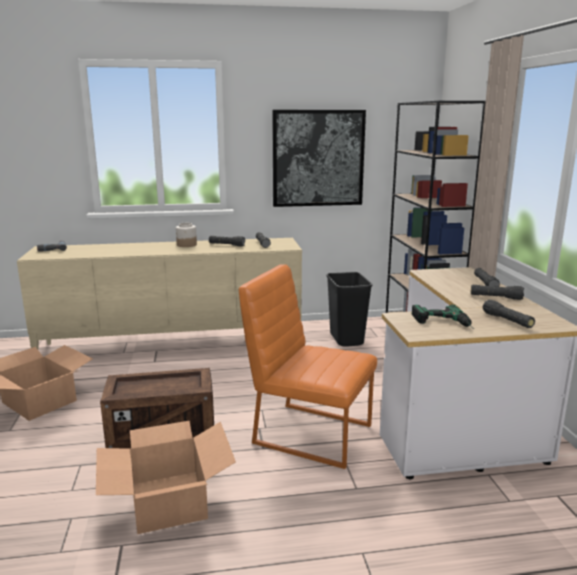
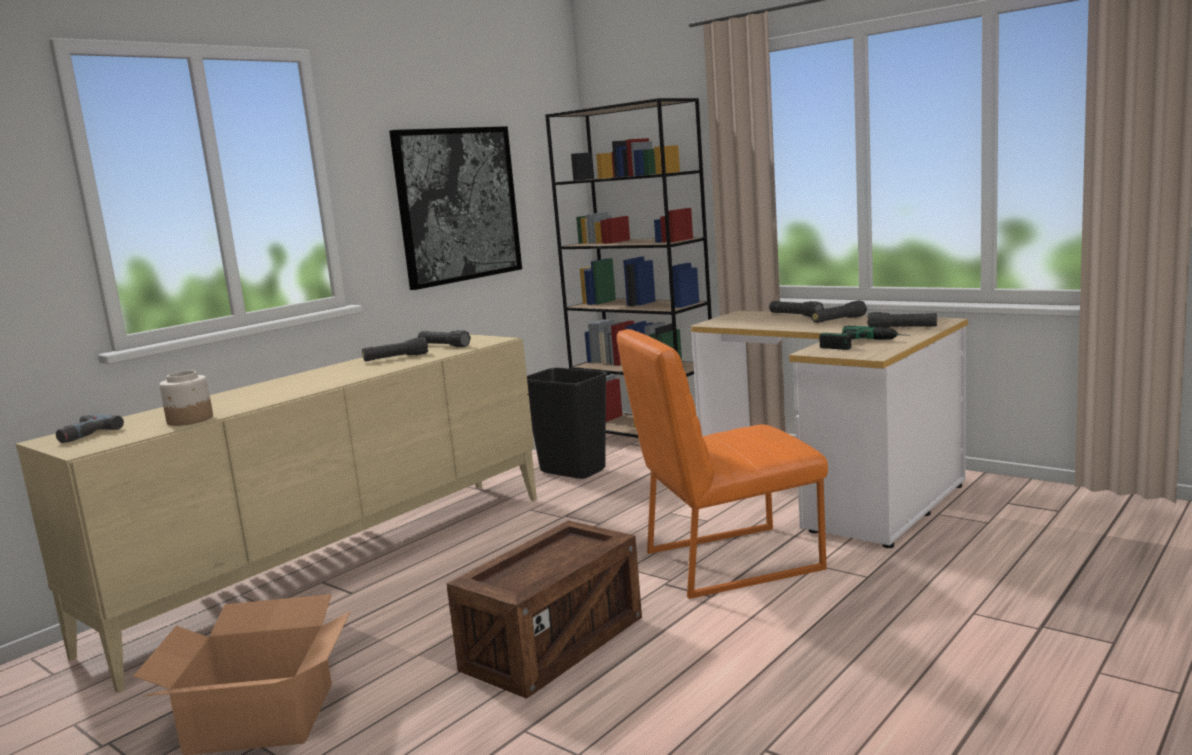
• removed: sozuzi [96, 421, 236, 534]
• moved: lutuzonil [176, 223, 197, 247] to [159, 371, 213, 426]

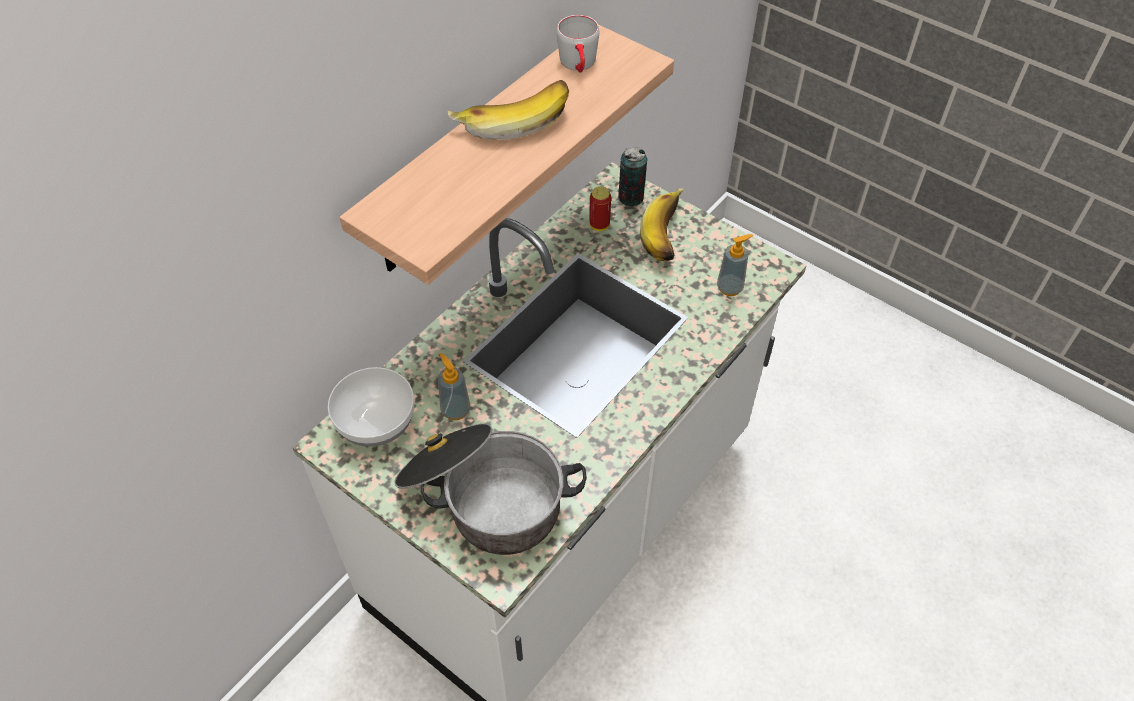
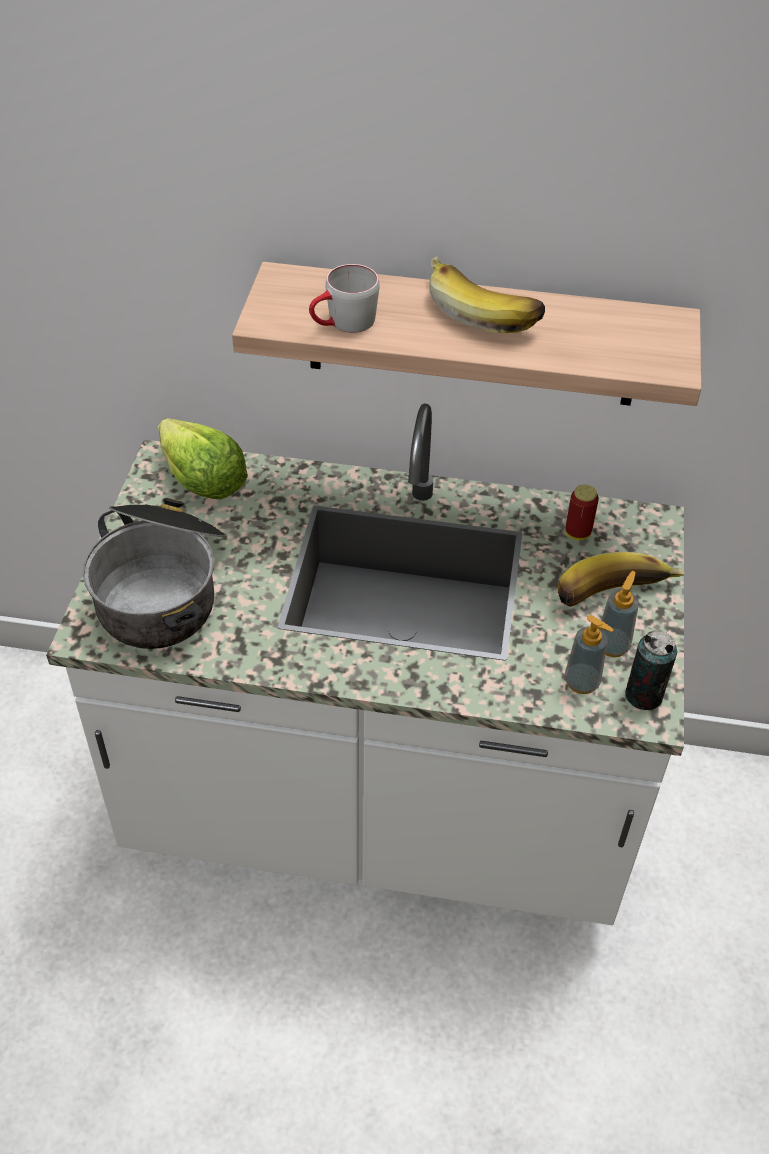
• replaced: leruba [328, 367, 414, 447] to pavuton [158, 418, 248, 499]
• moved: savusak [438, 353, 470, 420] to [601, 571, 639, 657]
• moved: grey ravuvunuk [557, 15, 599, 73] to [309, 264, 380, 333]
• moved: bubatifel [618, 147, 647, 206] to [625, 630, 677, 710]

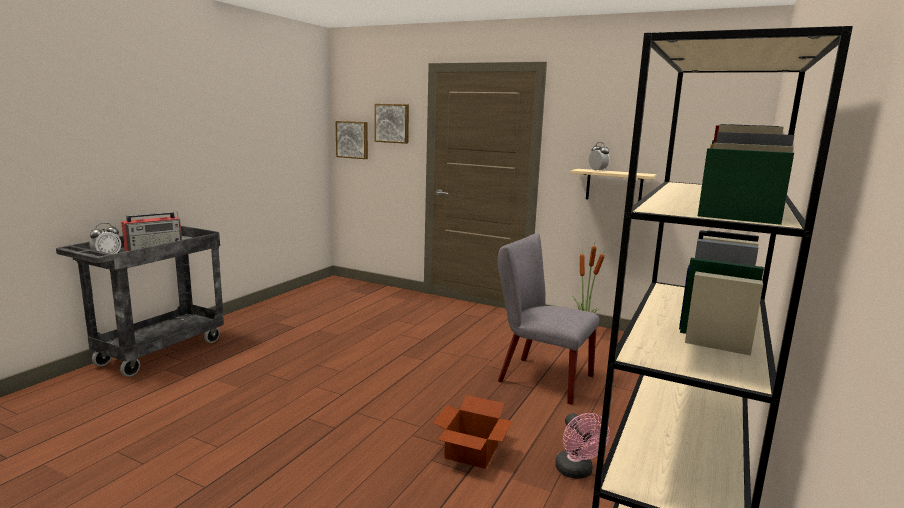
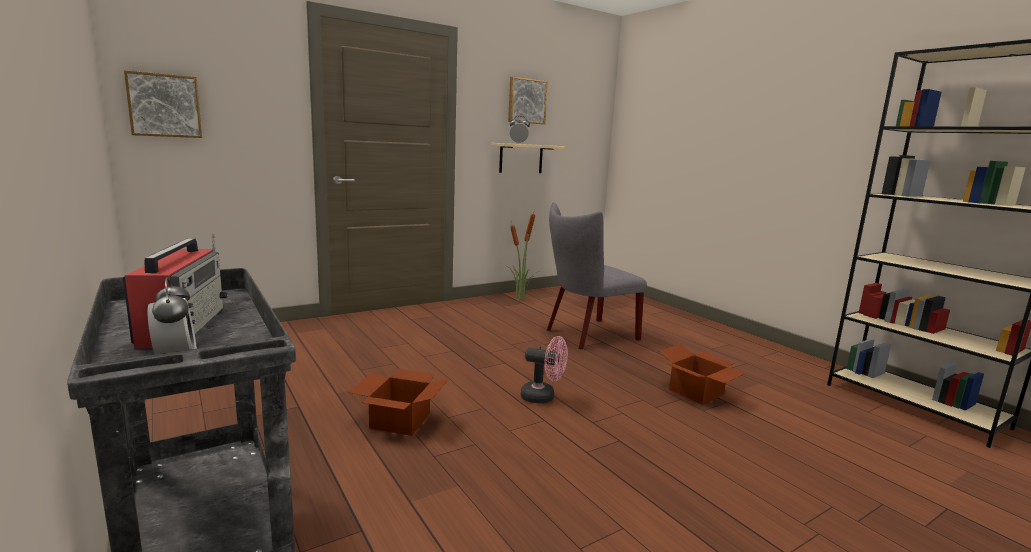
• moved: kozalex [374, 104, 409, 144] to [508, 77, 548, 124]
• moved: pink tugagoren [555, 413, 610, 479] to [521, 336, 568, 404]
• added: sozuzi [348, 369, 449, 436]

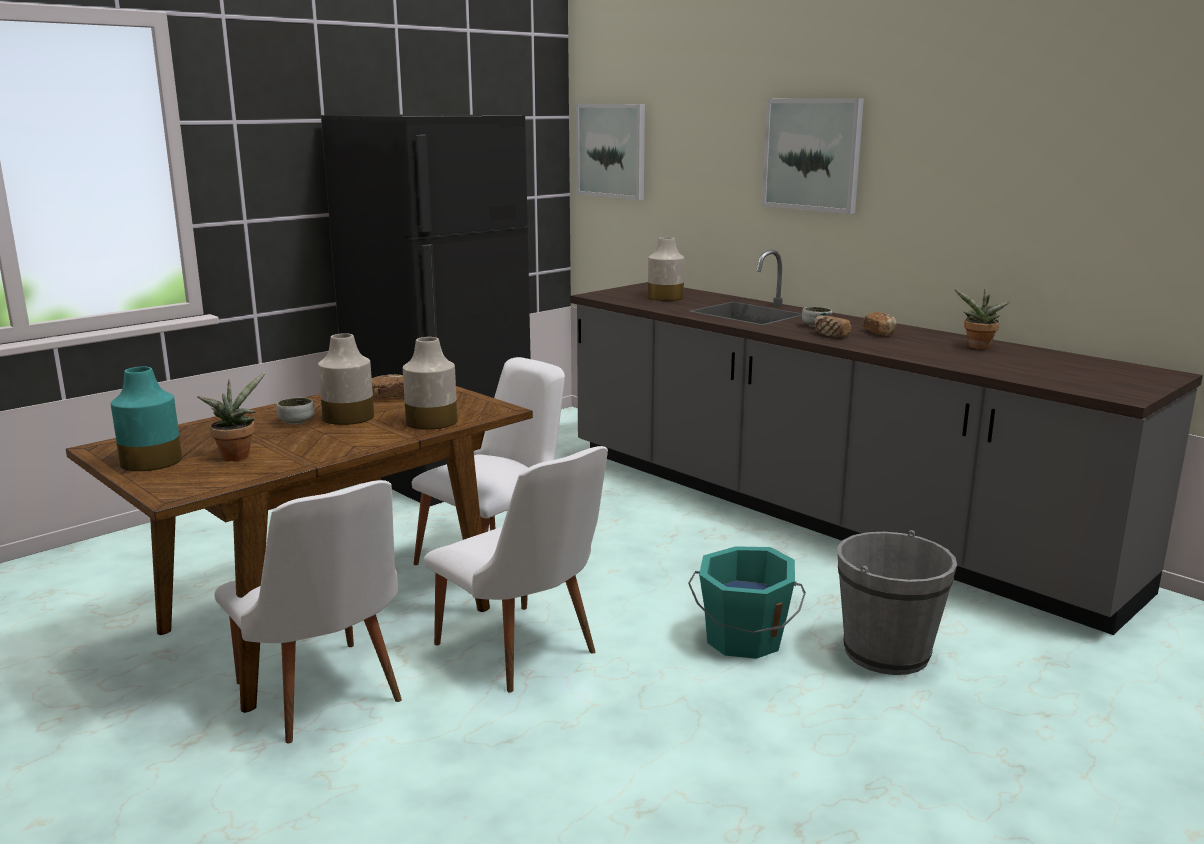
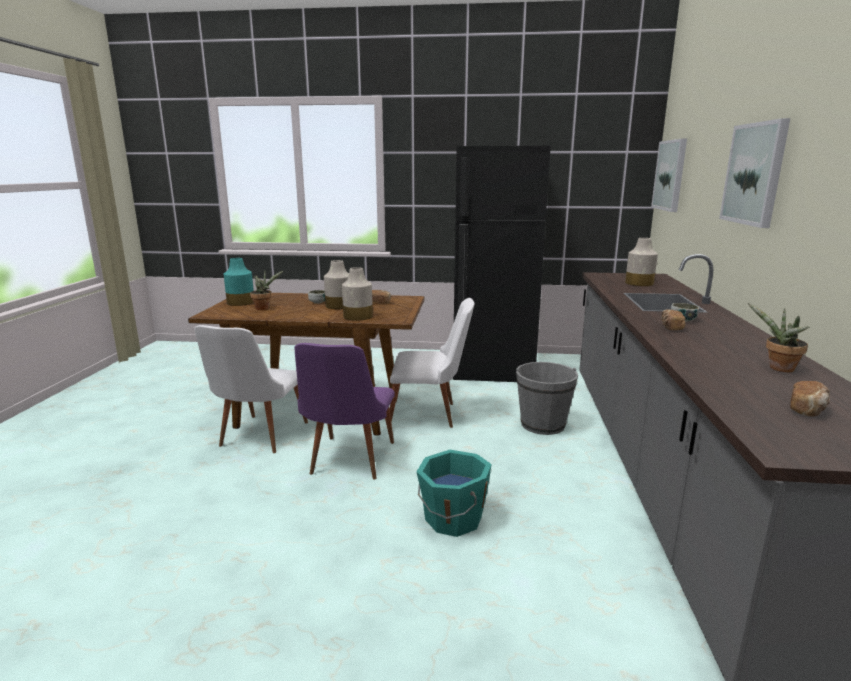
• recoloured: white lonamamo [424, 446, 608, 693] to purple lonamamo [294, 343, 395, 480]
• moved: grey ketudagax [837, 530, 957, 675] to [516, 362, 578, 435]
• moved: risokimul [863, 312, 896, 336] to [790, 381, 830, 417]

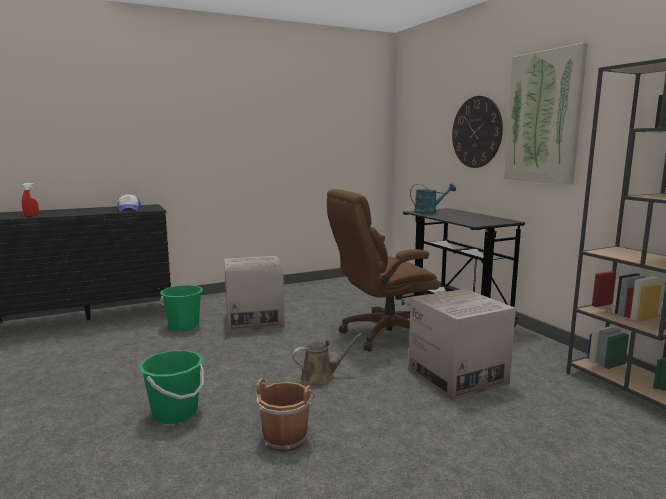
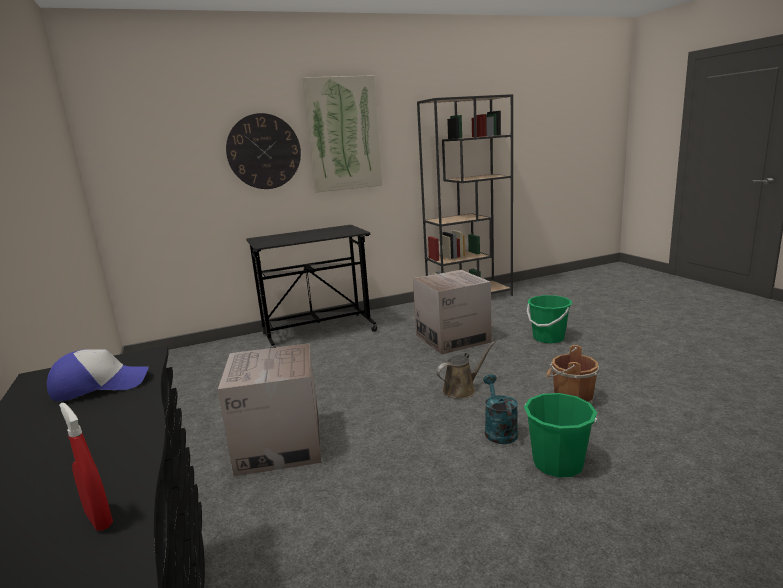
• moved: green ketudagax [160, 285, 203, 332] to [527, 295, 572, 343]
• turned: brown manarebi [292, 333, 362, 386] = [436, 342, 495, 398] 75 degrees clockwise
• removed: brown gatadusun [327, 189, 439, 352]
• moved: turquoise manarebi [410, 183, 456, 214] to [483, 374, 518, 444]

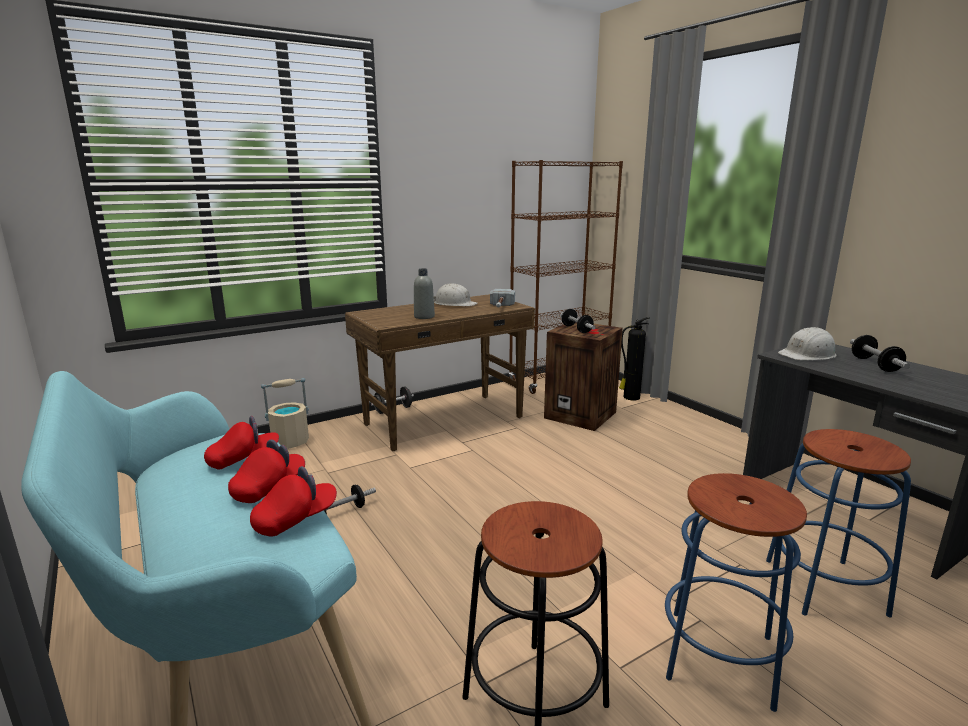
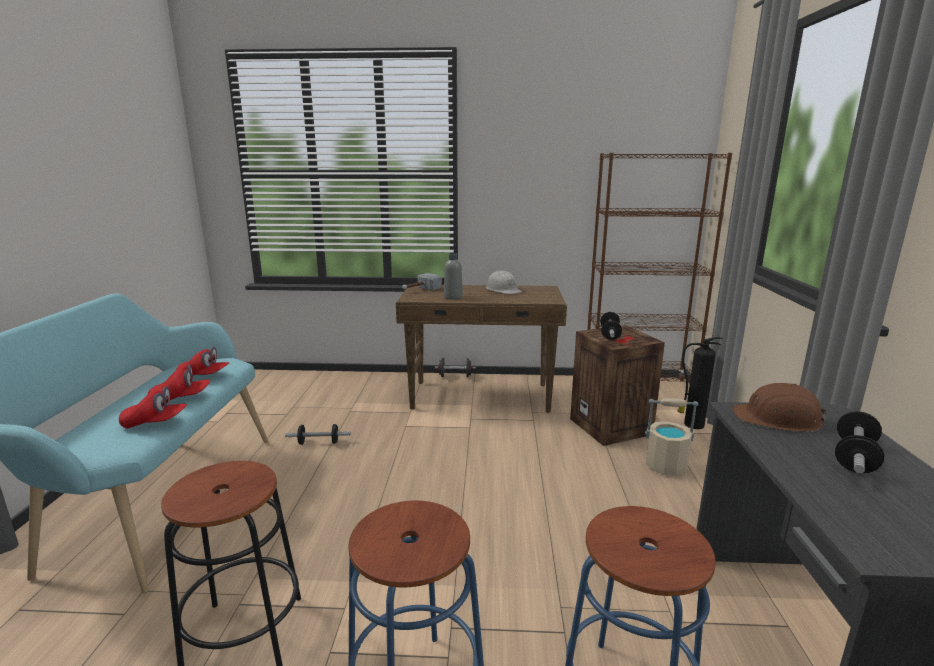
• moved: beige ketudagax [261, 378, 309, 449] to [645, 398, 698, 475]
• moved: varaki [490, 289, 515, 307] to [402, 273, 442, 290]
• recoloured: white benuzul [778, 327, 837, 360] to brown benuzul [732, 383, 827, 432]

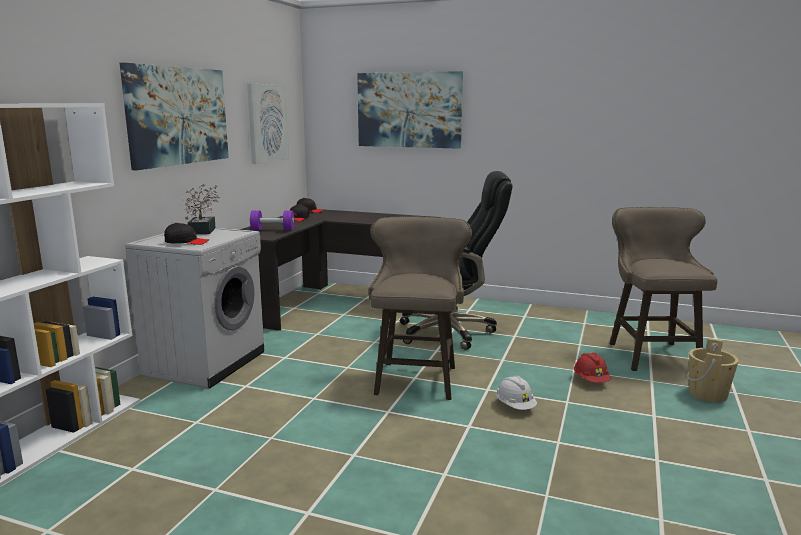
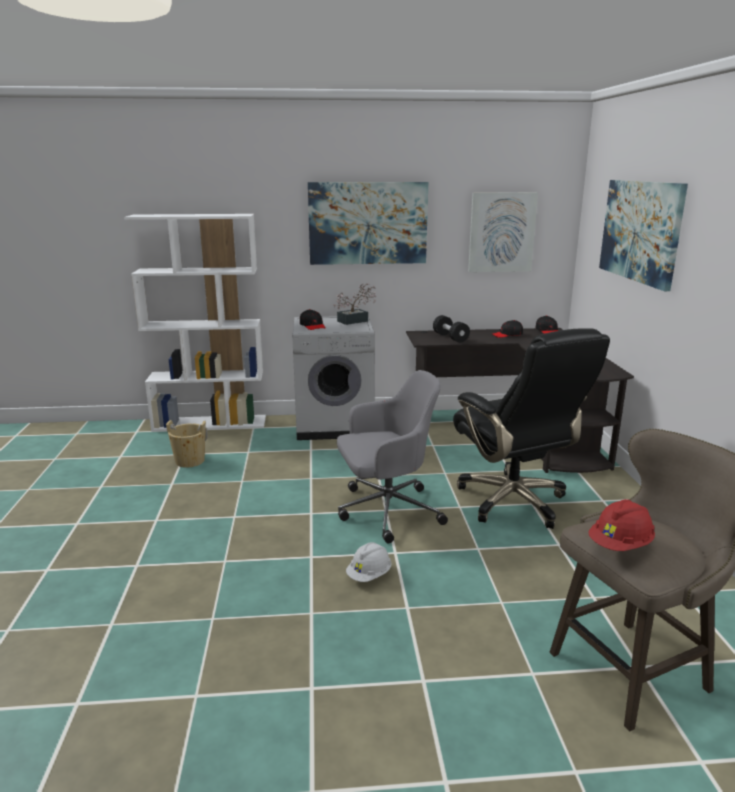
• recoloured: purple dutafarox [250, 210, 294, 230] to black dutafarox [433, 315, 470, 343]
• replaced: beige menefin [368, 216, 472, 400] to grey gatadusun [337, 370, 448, 543]
• moved: red benuzul [574, 353, 611, 383] to [588, 499, 655, 551]
• moved: beige ketudagax [687, 338, 739, 402] to [166, 420, 208, 468]

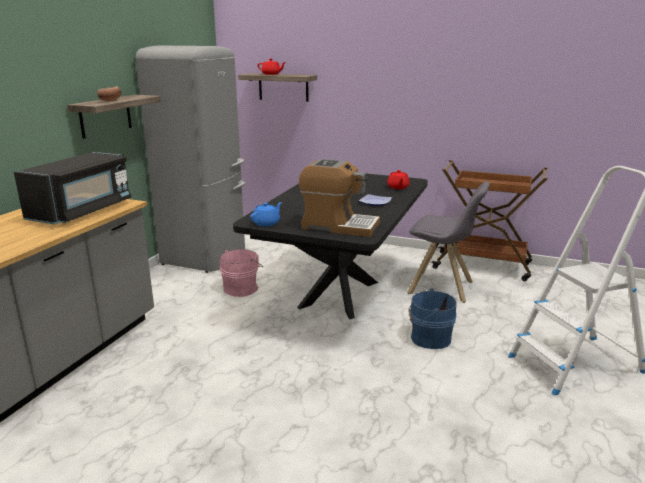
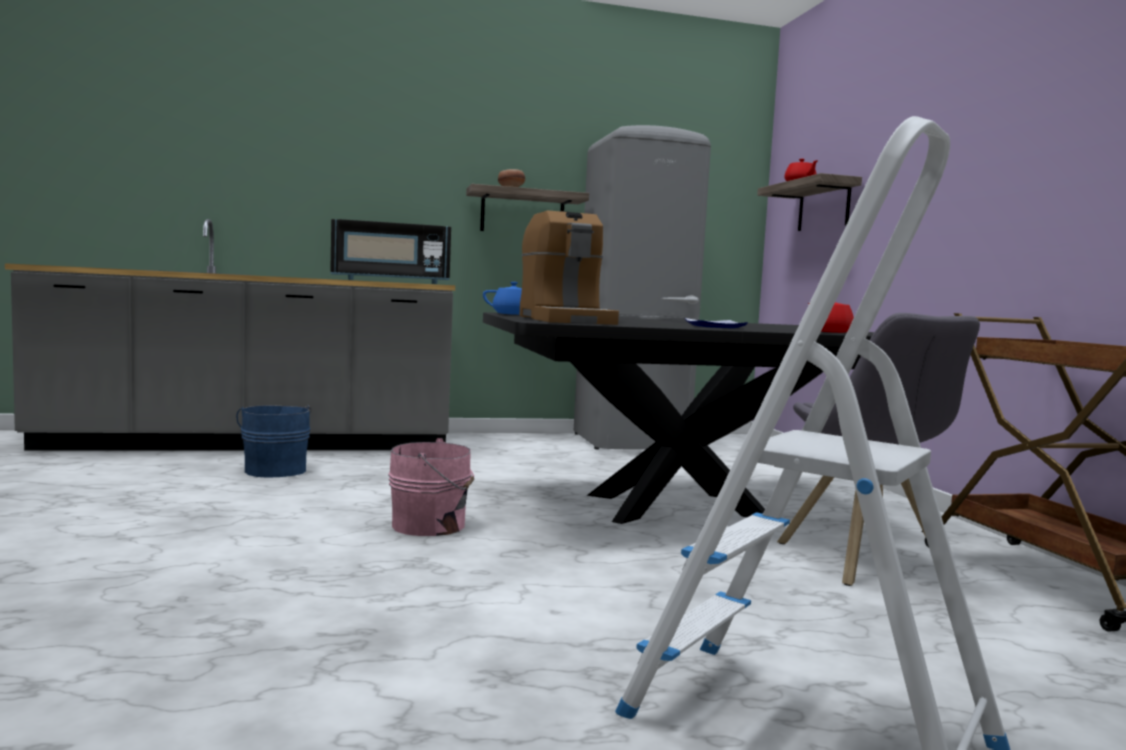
• moved: pink ketudagax [220, 249, 263, 297] to [388, 438, 474, 536]
• moved: blue ketudagax [409, 288, 457, 349] to [236, 405, 312, 478]

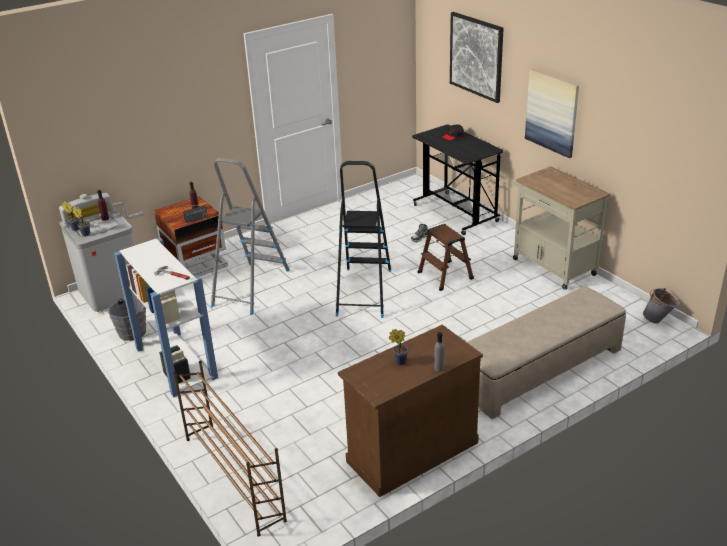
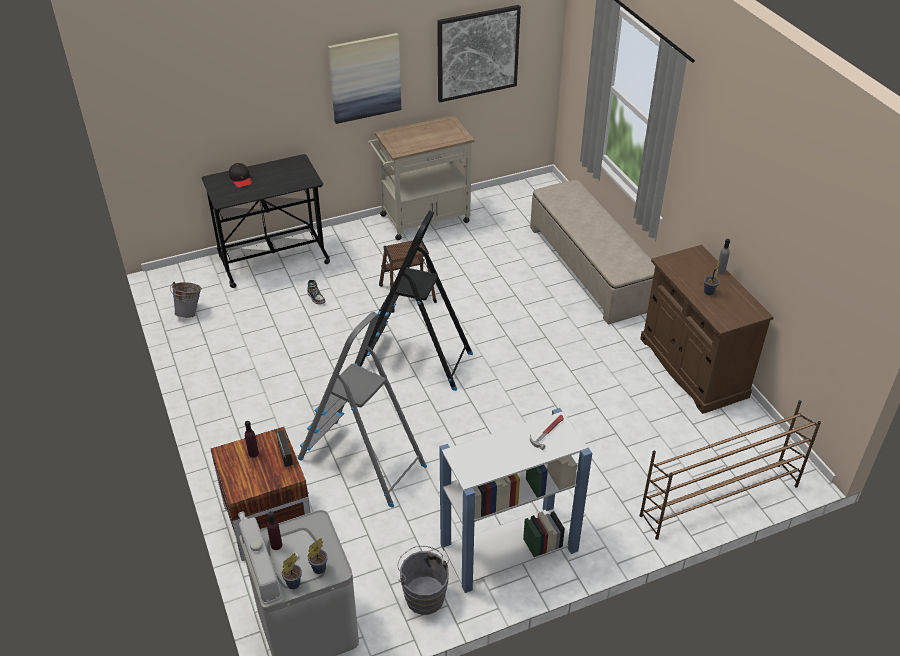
• moved: kozalex [450, 12, 504, 103] to [437, 5, 521, 102]
• moved: grey ketudagax [643, 288, 678, 324] to [170, 282, 202, 318]

